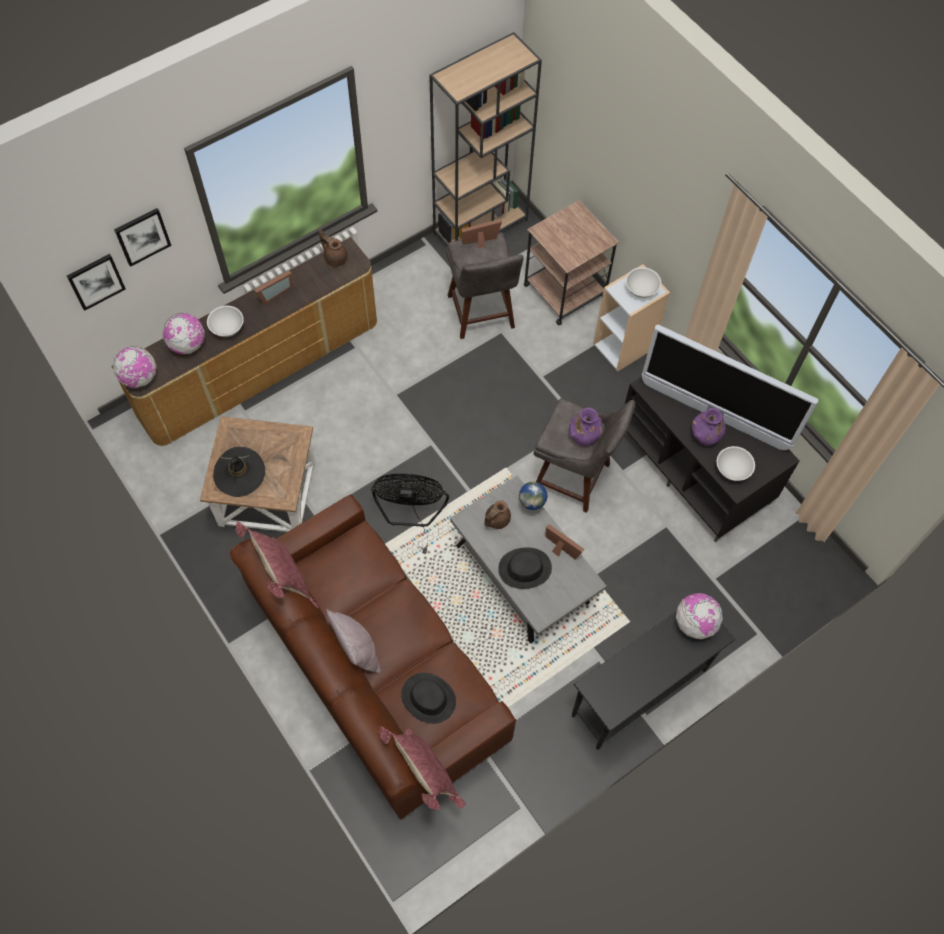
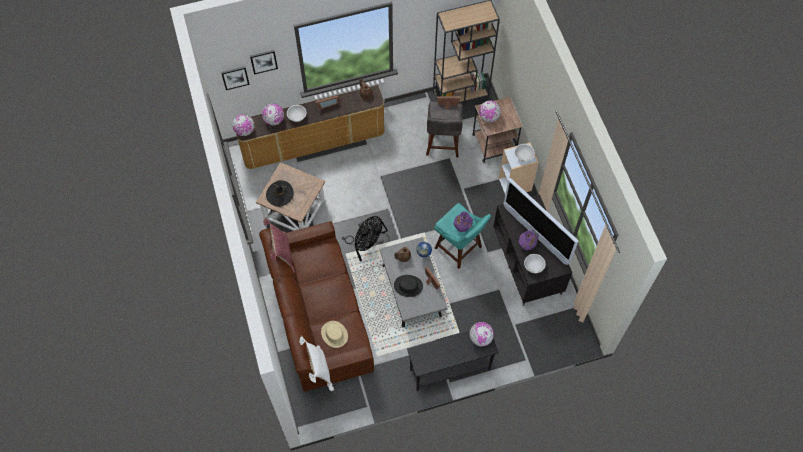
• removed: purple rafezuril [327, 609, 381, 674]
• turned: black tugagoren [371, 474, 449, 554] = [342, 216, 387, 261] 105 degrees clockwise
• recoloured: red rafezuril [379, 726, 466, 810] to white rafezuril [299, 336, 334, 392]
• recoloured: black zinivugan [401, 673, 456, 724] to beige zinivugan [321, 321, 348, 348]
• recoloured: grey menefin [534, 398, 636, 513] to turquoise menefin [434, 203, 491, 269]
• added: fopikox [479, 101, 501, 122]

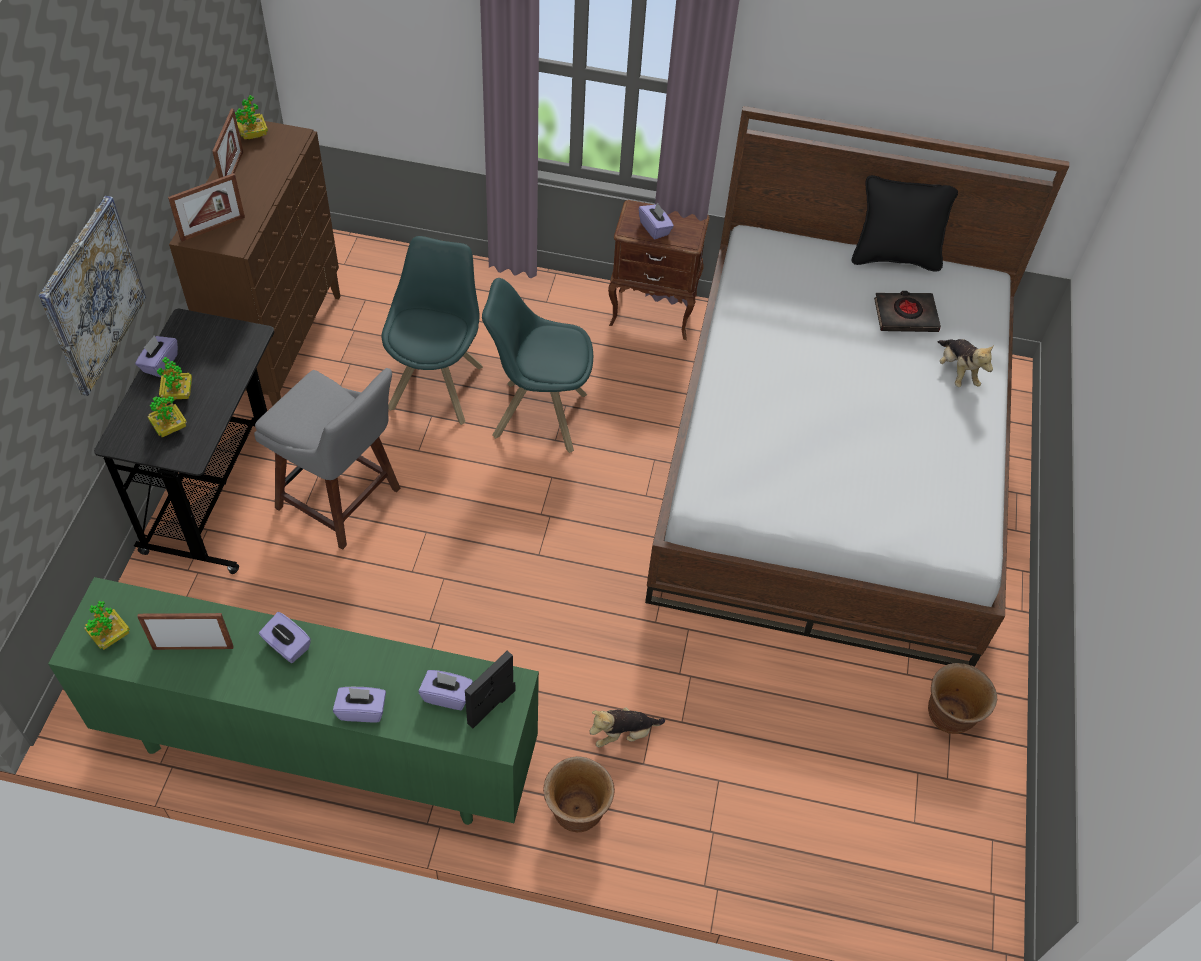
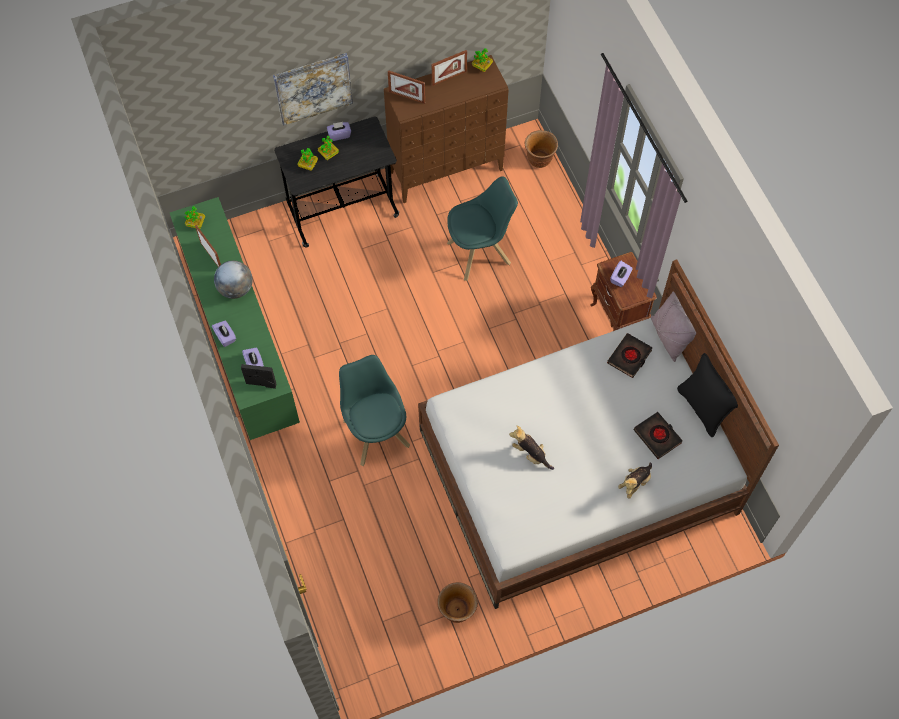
• removed: grey menefin [254, 368, 400, 550]
• replaced: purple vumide [259, 612, 311, 663] to fopikox [214, 261, 253, 299]
• moved: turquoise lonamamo [482, 278, 593, 453] to [339, 355, 410, 466]
• moved: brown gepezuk [543, 756, 615, 832] to [524, 130, 558, 168]
• moved: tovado [589, 707, 665, 747] to [509, 426, 554, 470]
• added: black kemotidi [607, 333, 653, 378]
• added: purple rafezuril [651, 291, 696, 362]

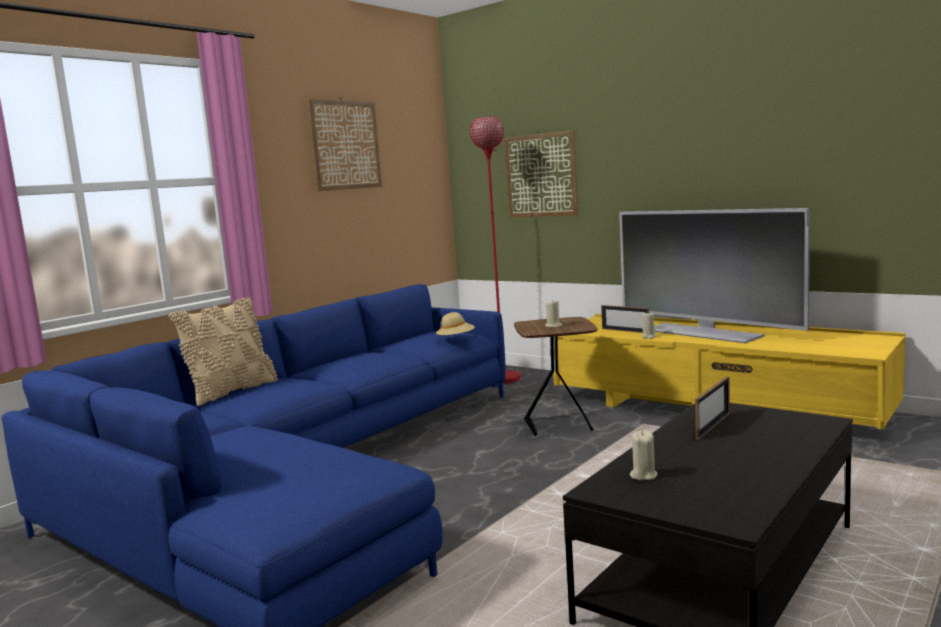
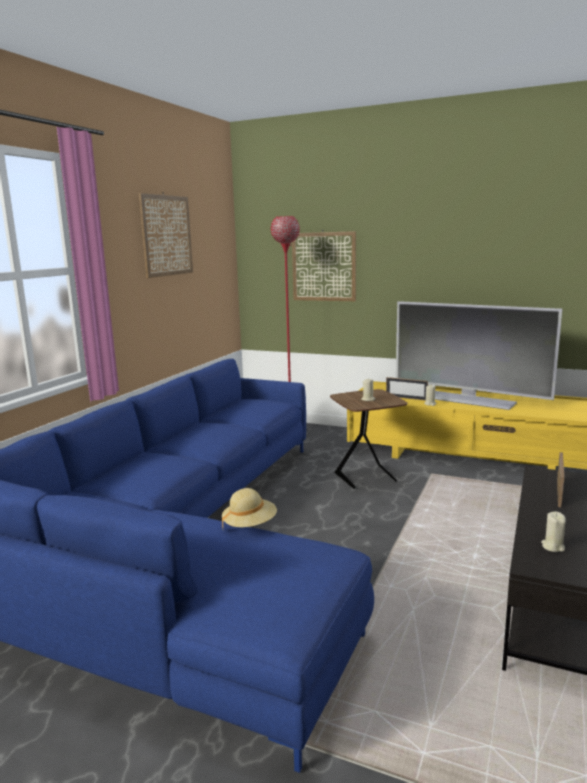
• removed: beige rafezuril [169, 297, 278, 406]
• moved: beige zinivugan [436, 312, 475, 341] to [222, 488, 277, 528]

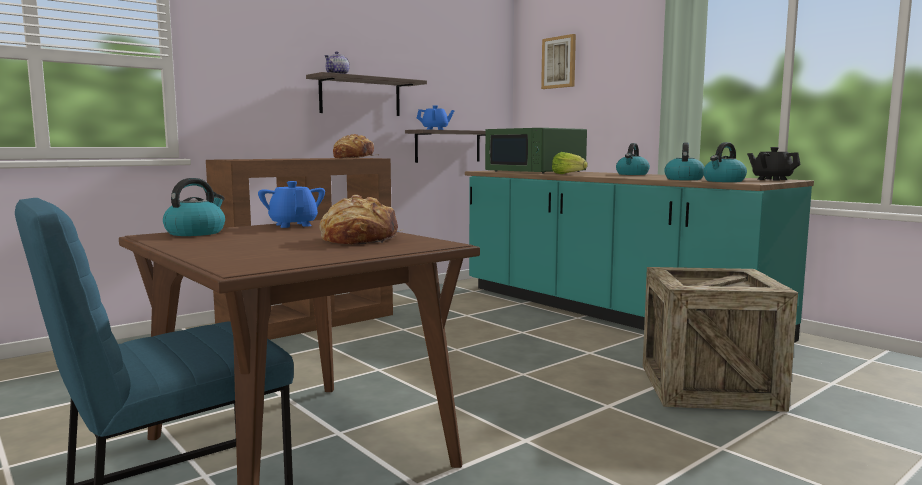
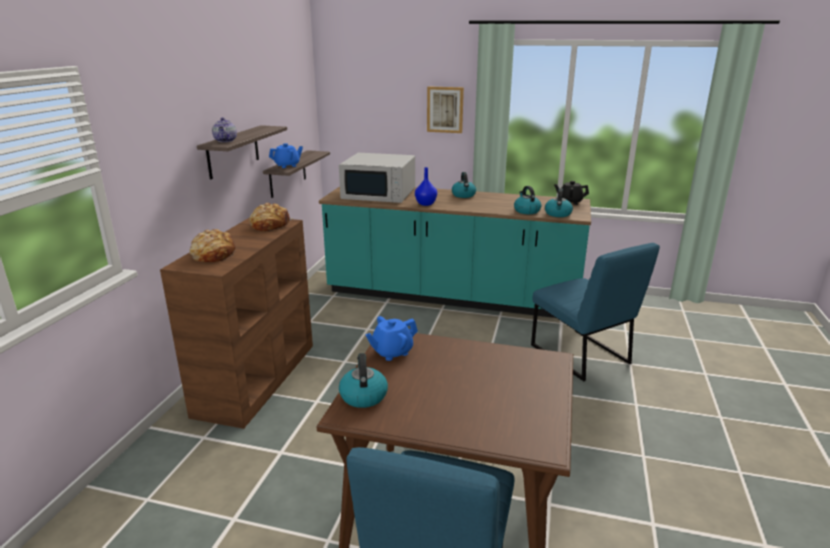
• turned: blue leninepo [258, 181, 325, 228] = [365, 316, 418, 361] 60 degrees counterclockwise
• moved: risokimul [319, 195, 402, 244] to [190, 229, 236, 262]
• recoloured: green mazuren [485, 128, 587, 174] to white mazuren [339, 153, 415, 203]
• moved: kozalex [541, 34, 576, 89] to [427, 86, 464, 133]
• replaced: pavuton [552, 152, 588, 174] to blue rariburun [415, 167, 437, 206]
• replaced: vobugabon [643, 267, 798, 412] to blue lonamamo [531, 243, 660, 381]

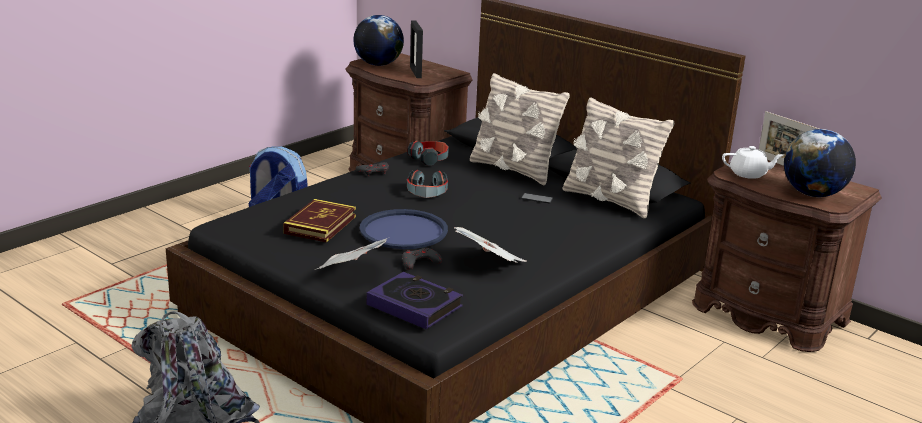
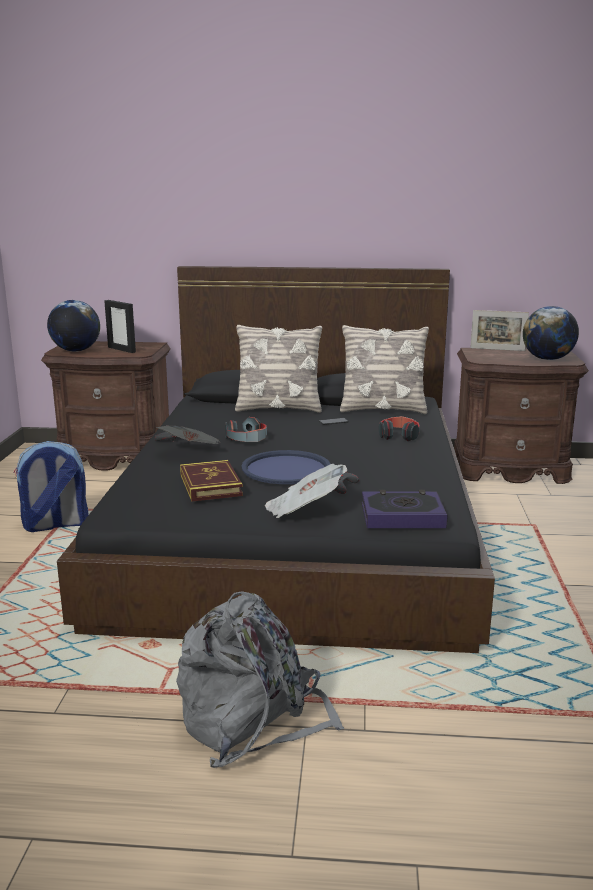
• moved: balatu [407, 141, 449, 165] to [379, 416, 420, 441]
• moved: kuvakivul [454, 227, 527, 263] to [156, 426, 219, 444]
• removed: white leninepo [722, 146, 784, 179]

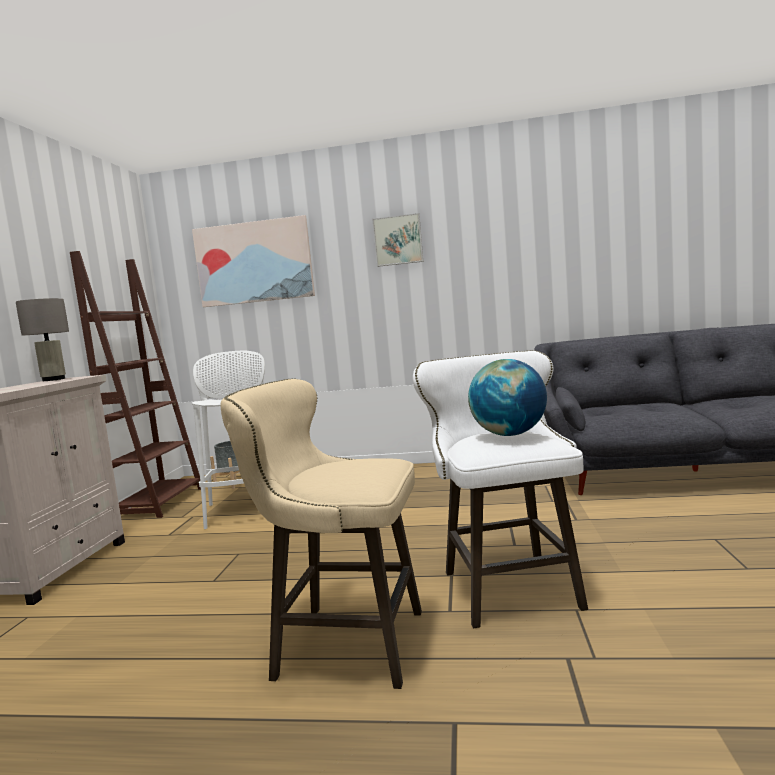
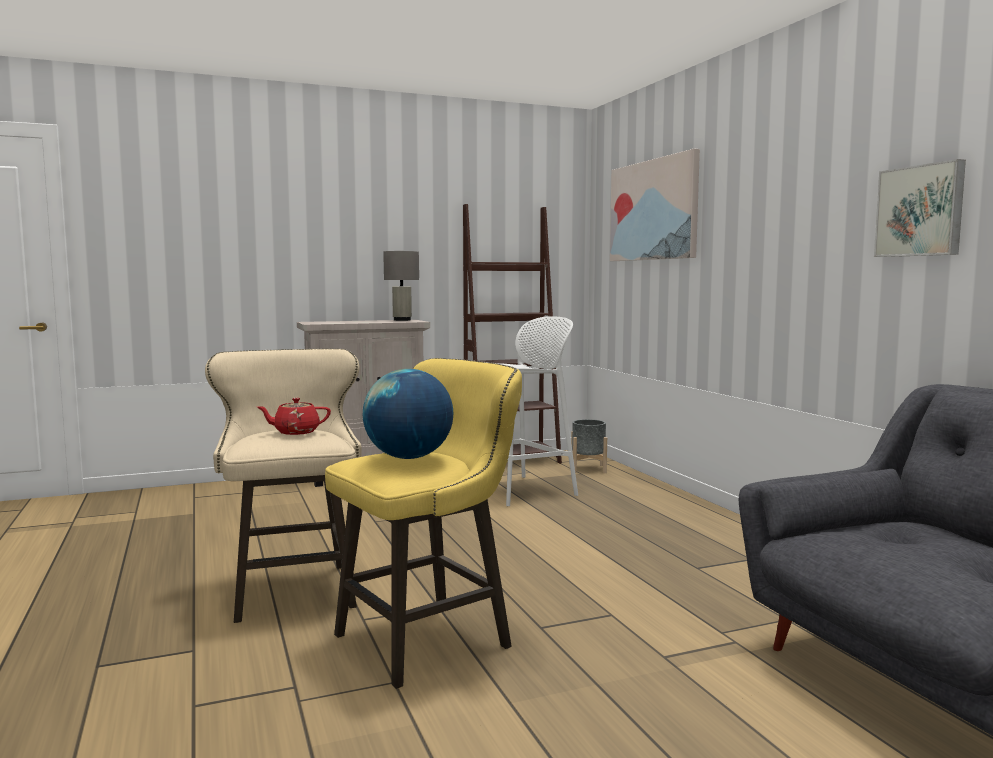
• moved: kozalex [372, 213, 423, 267] to [874, 159, 966, 257]
• recoloured: white menefin [413, 350, 588, 628] to yellow menefin [325, 358, 522, 689]
• added: red leninepo [257, 398, 331, 435]

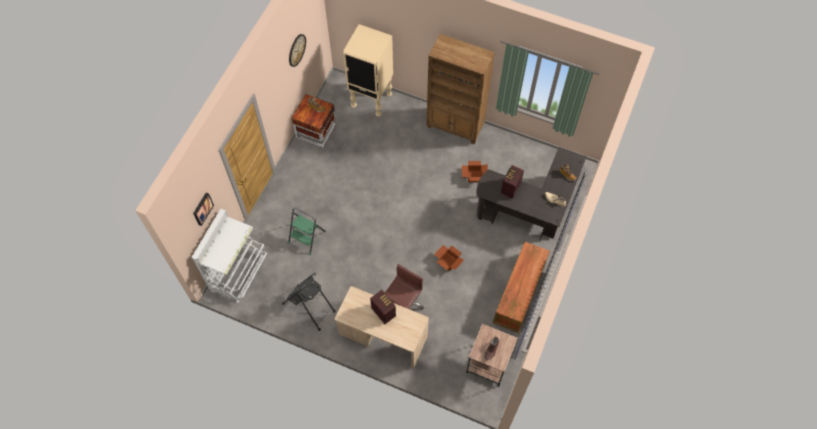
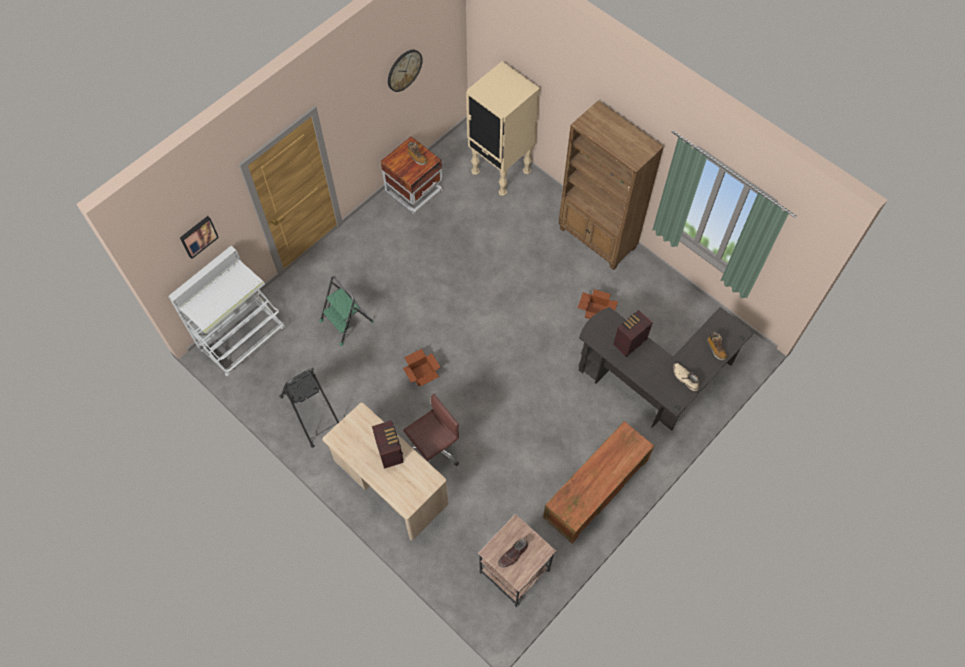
• moved: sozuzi [434, 245, 464, 271] to [403, 349, 441, 386]

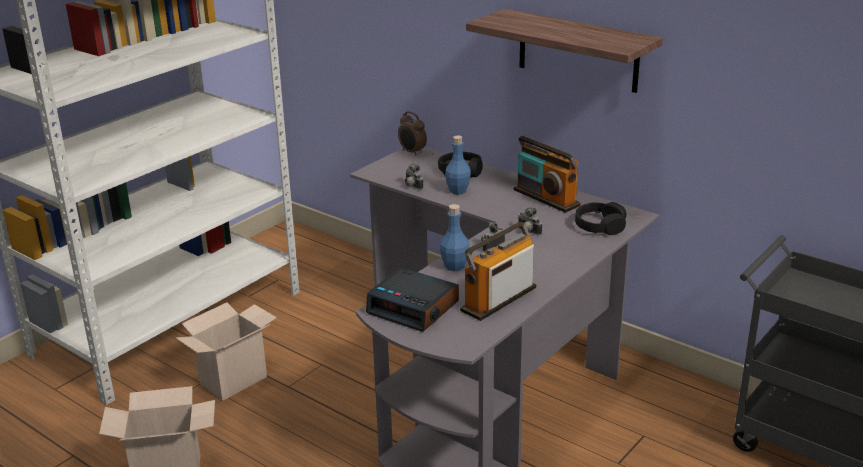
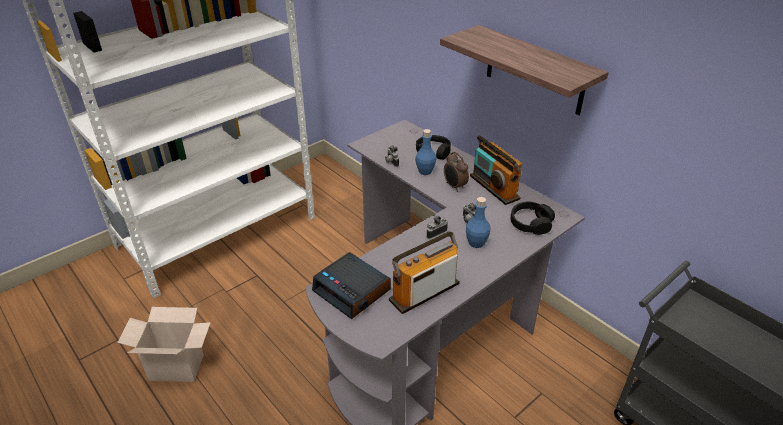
• removed: sozuzi [176, 302, 277, 400]
• moved: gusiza [398, 111, 427, 156] to [444, 152, 469, 192]
• moved: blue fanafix [440, 204, 469, 271] to [466, 197, 490, 248]

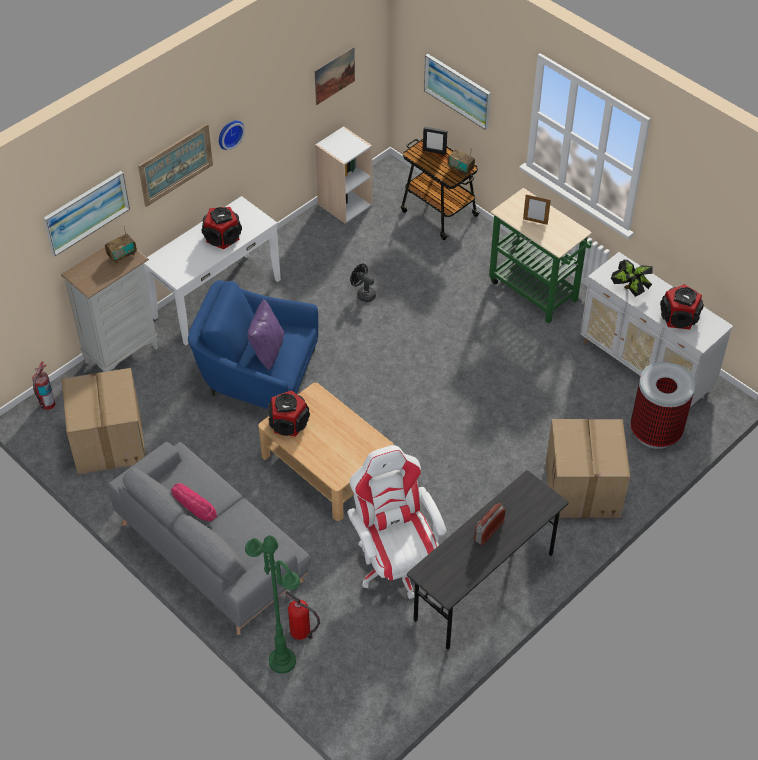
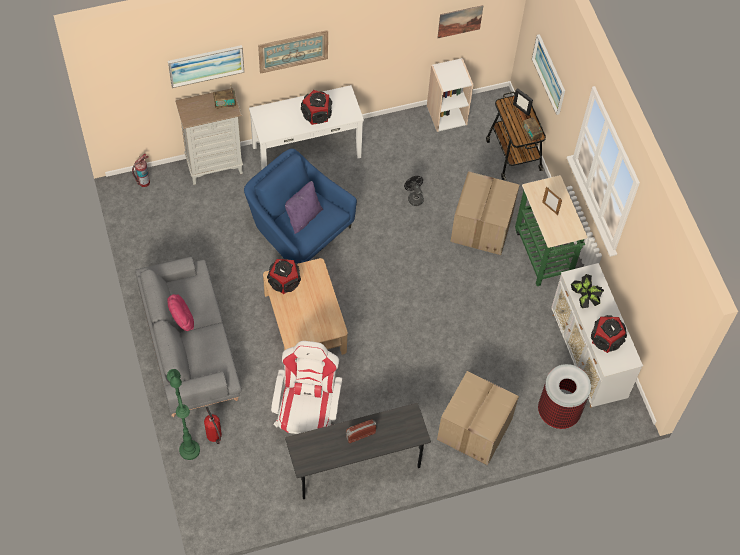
• moved: sozuzi [62, 368, 146, 474] to [450, 171, 519, 255]
• removed: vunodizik [219, 120, 245, 150]

